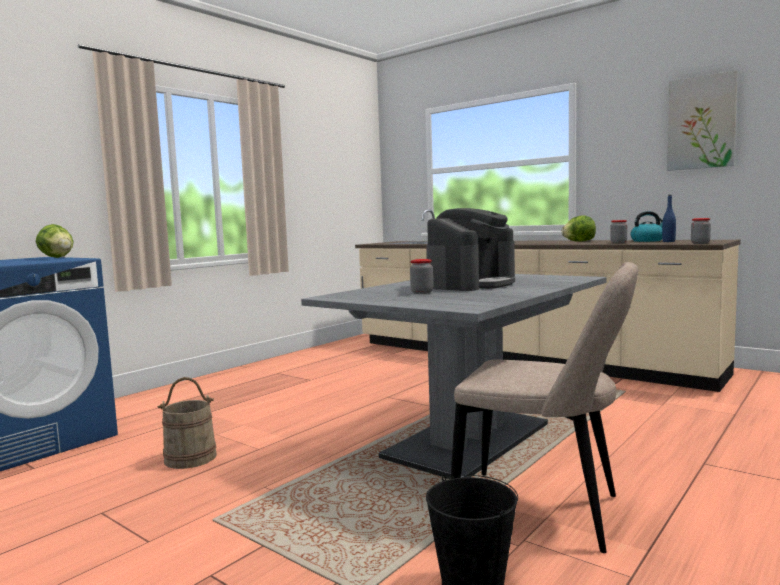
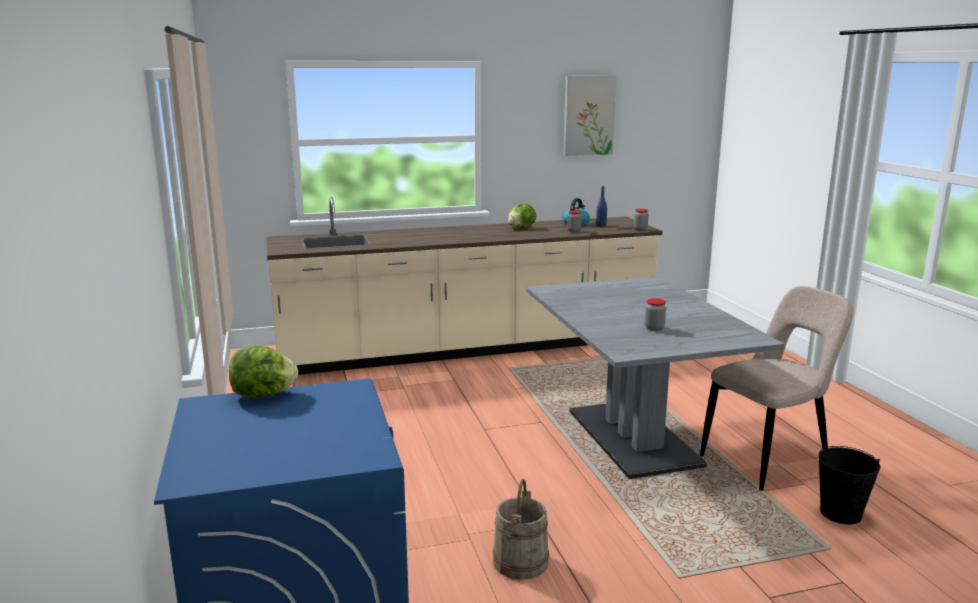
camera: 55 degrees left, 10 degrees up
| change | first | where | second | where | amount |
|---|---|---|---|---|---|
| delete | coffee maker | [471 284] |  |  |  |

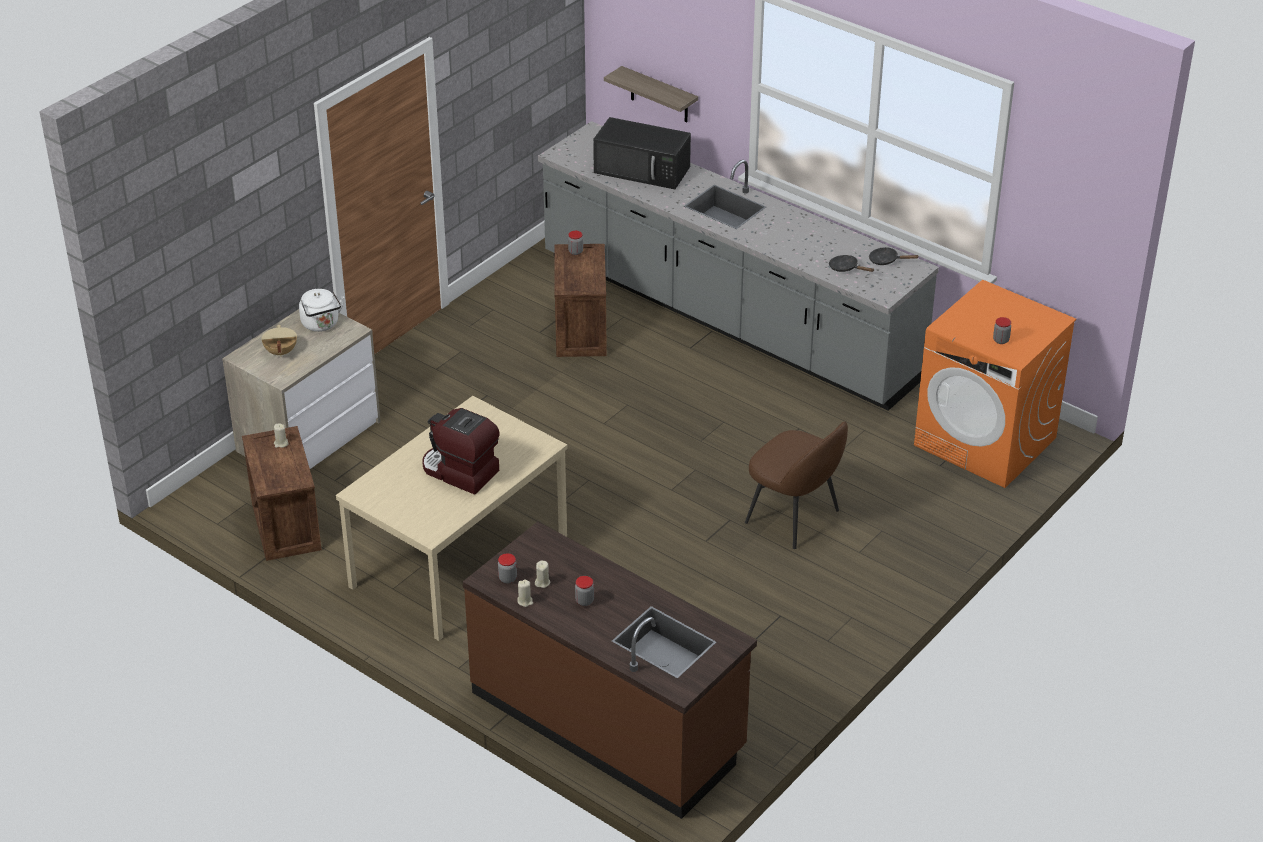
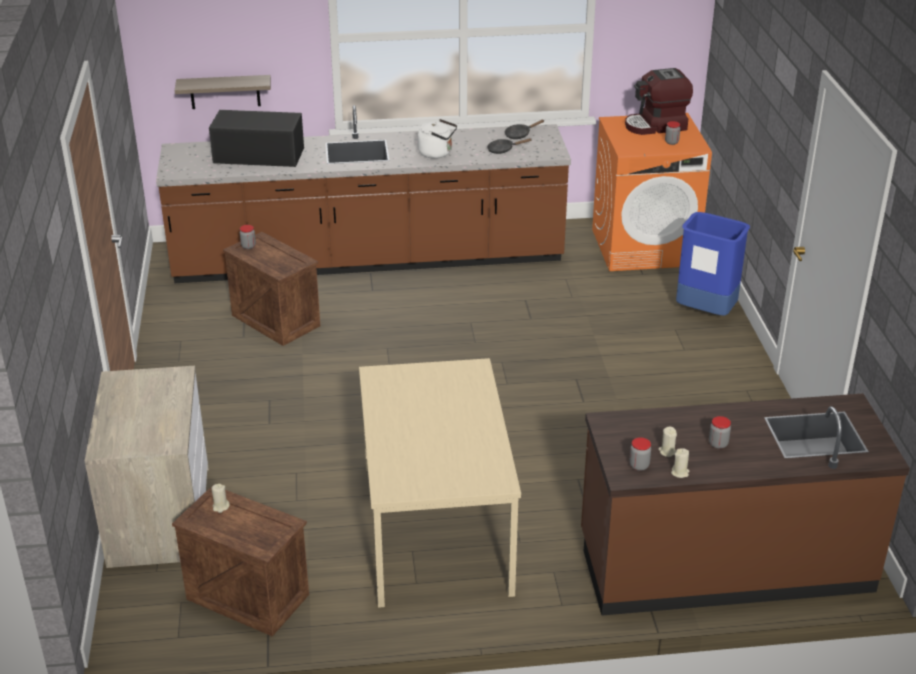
camera: 45 degrees left, 5 degrees down
| change | first | where | second | where | amount |
|---|---|---|---|---|---|
| rotate | black microwave oven | [643 170] |  | [257 155] | 150 degrees counterclockwise |
| recolor | greyish kitchen base unit | [727 318] | brown-coloured kitchen base unit | [369 260] |  |
| move | white kettle | [321 325] |  | [437 153] |  |
| delete | beige saucepot | [280 352] |  |  |  |
| move | coffee maker | [459 472] |  | [656 126] |  |
| delete | brown-coloured plain chair | [794 518] |  |  |  |
| insert |  |  | blue-coloured rubbish bin | [705 312] |  |

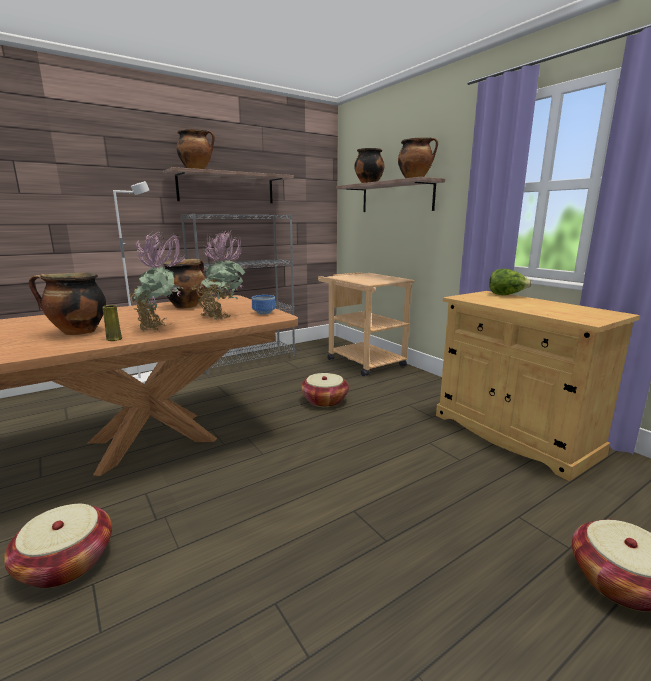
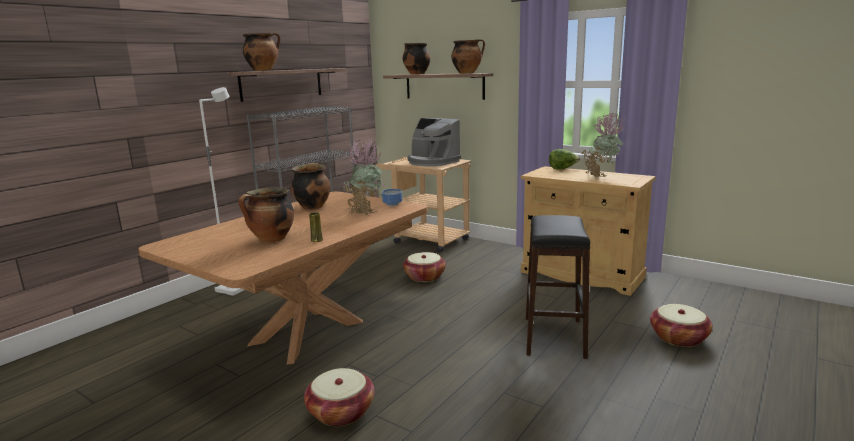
camera: 20 degrees left, 0 degrees up
| change | first | where | second | where | amount |
|---|---|---|---|---|---|
| move | plant in a pot | [162 329] |  | [601 176] |  |
| insert |  |  | coffee maker | [432 162] |  |
| insert |  |  | black stool seat | [554 337] |  |

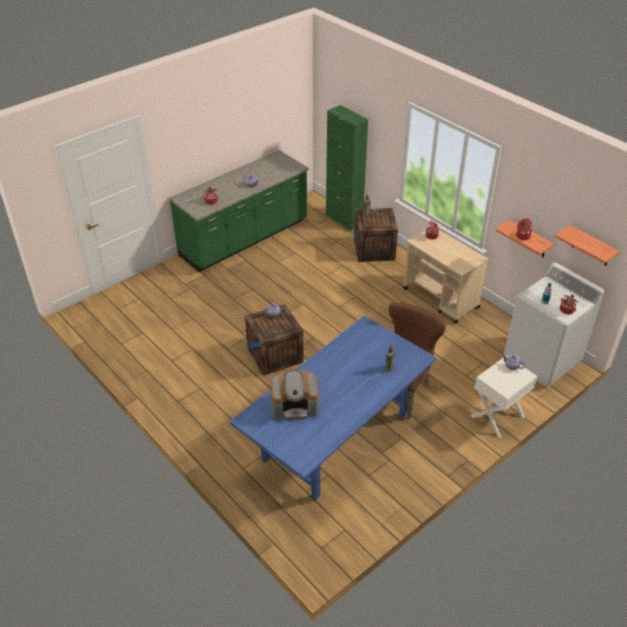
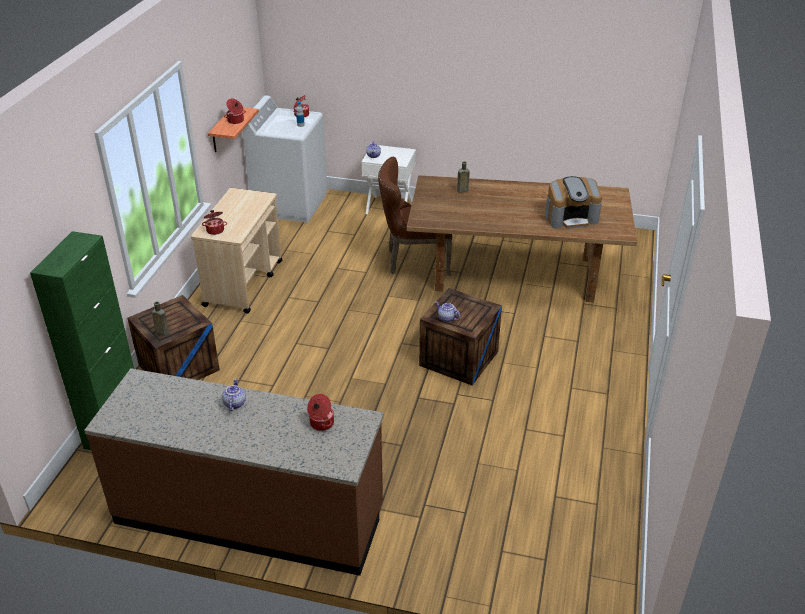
camera: 125 degrees left, 5 degrees down
| change | first | where | second | where | amount |
|---|---|---|---|---|---|
| recolor | green-coloured kitchen base unit | [244 239] | brown-coloured kitchen base unit | [250 515] |  |
| delete | bracket shelf | [591 246] |  |  |  |
| recolor | blue-coloured kitchen table | [335 437] | brown-coloured kitchen table | [516 274] |  |
| rotate | coffee maker | [295 405] |  | [571 217] | 120 degrees clockwise |

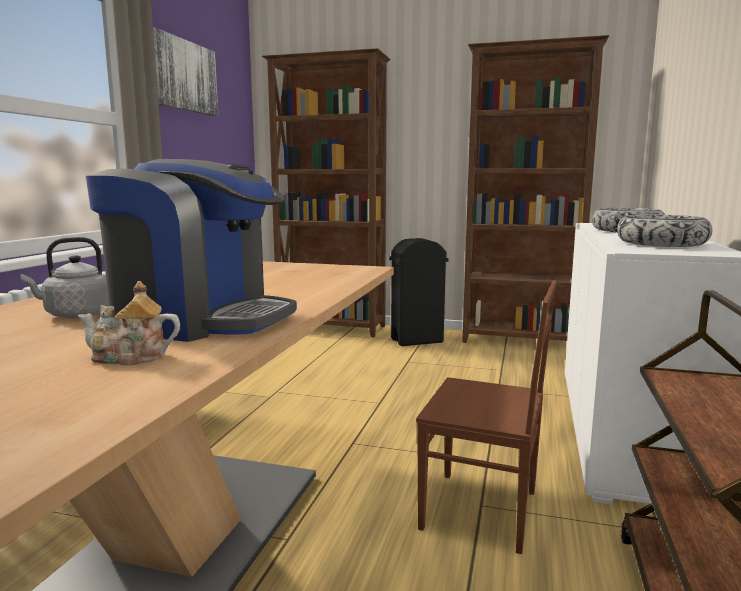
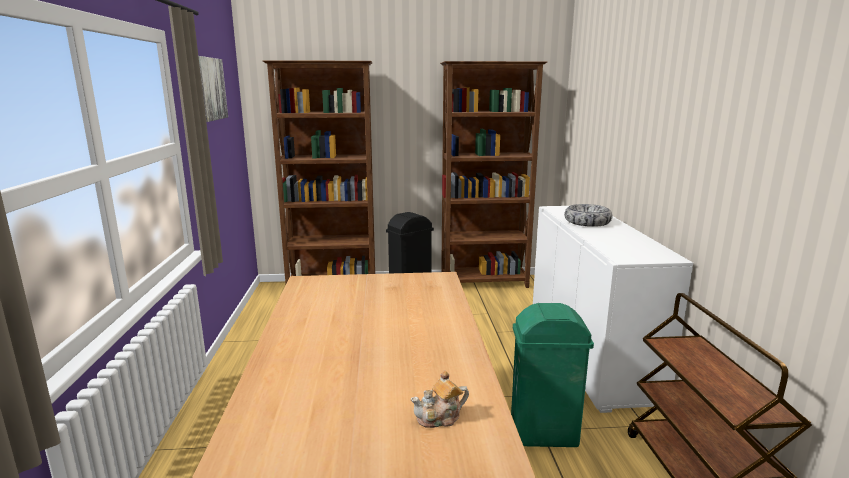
camera: 20 degrees left, 5 degrees up
| change | first | where | second | where | amount |
|---|---|---|---|---|---|
| delete | coffee maker | [199 320] |  |  |  |
| delete | serving bowl | [661 244] |  |  |  |
| delete | greyish kettle | [75 315] |  |  |  |
| replace | brown-coloured plain chair | [481 511] | green-coloured rubbish bin | [544 435] |  |

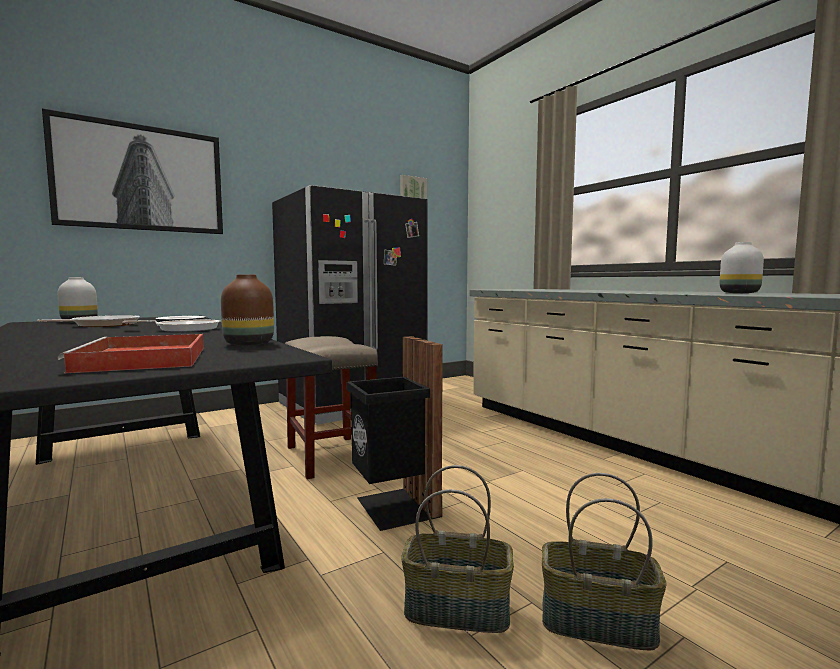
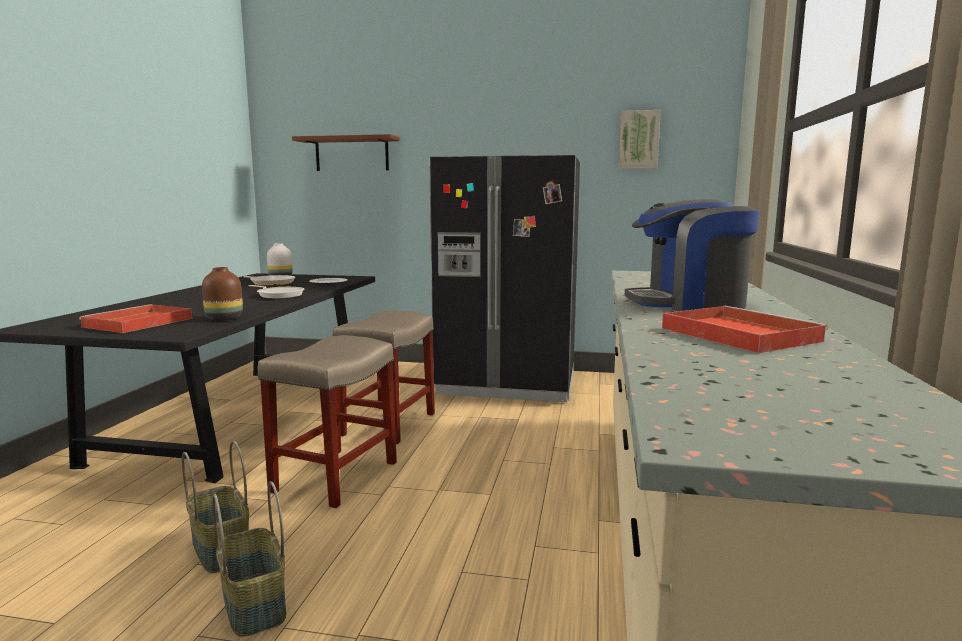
camera: 45 degrees right, 5 degrees up
| change | first | where | second | where | amount |
|---|---|---|---|---|---|
| replace | picture | [141 178] | brown-coloured bracket shelf | [352 154] |  |
| replace | white decorative vase | [738 293] | red-coloured serving tray | [736 334] |  |
| replace | black rubbish bin | [393 508] | beige stool seat | [334 477] |  |
| insert |  |  | coffee maker | [688 303] |  |

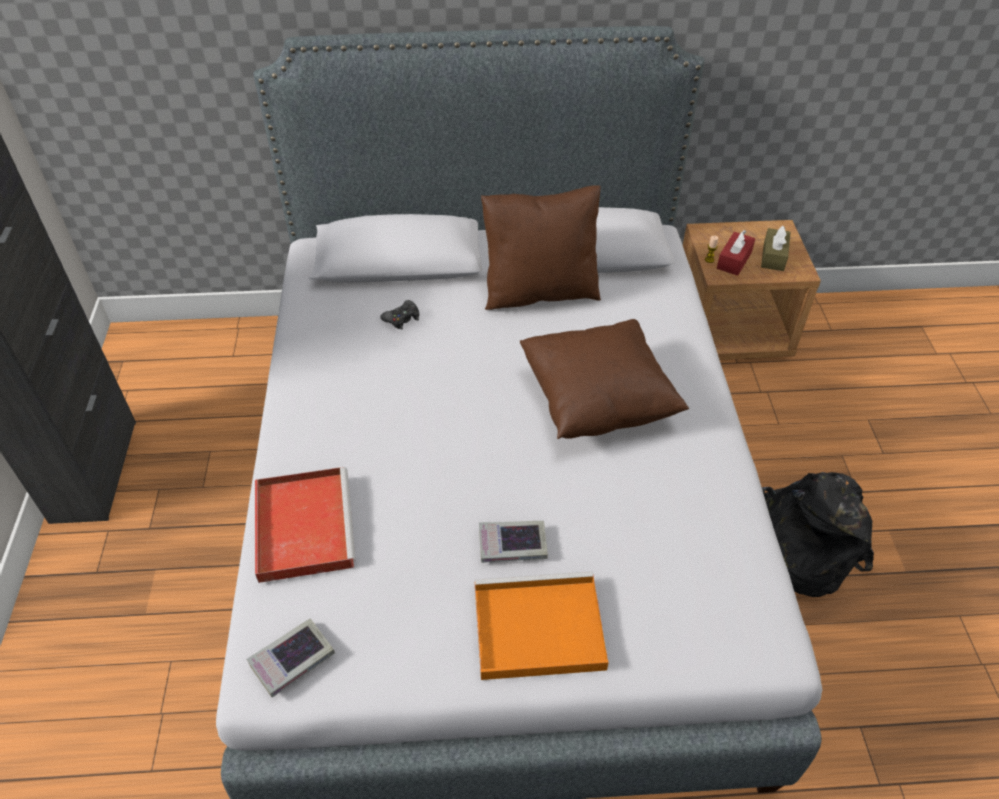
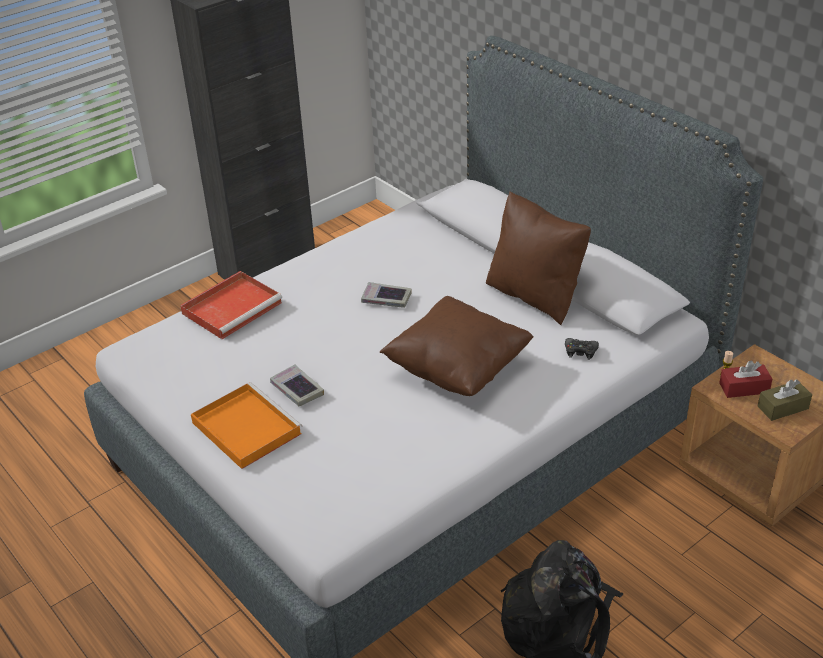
camera: 55 degrees right, 10 degrees down
| change | first | where | second | where | amount |
|---|---|---|---|---|---|
| move | black gamepad | [402 318] |  | [580 351] |  |
| move | book | [292 660] |  | [386 299] |  |

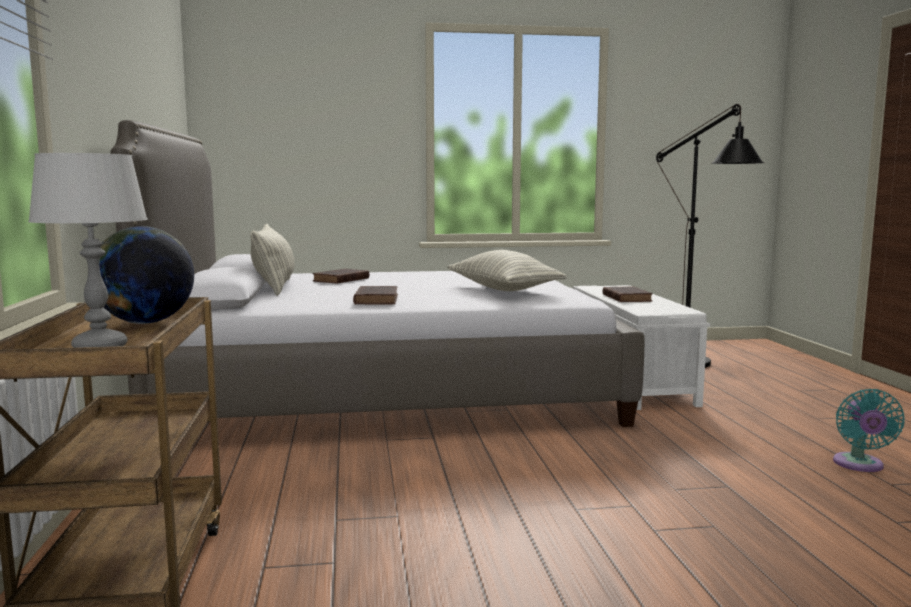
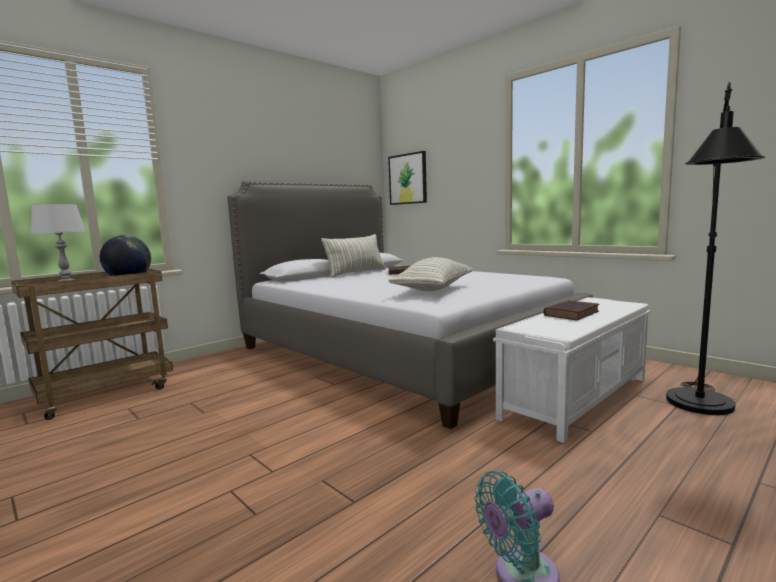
camera: 55 degrees right, 0 degrees up
| change | first | where | second | where | amount |
|---|---|---|---|---|---|
| delete | brown-coloured book | [376 299] |  |  |  |
| insert |  |  | picture | [408 179] |  |

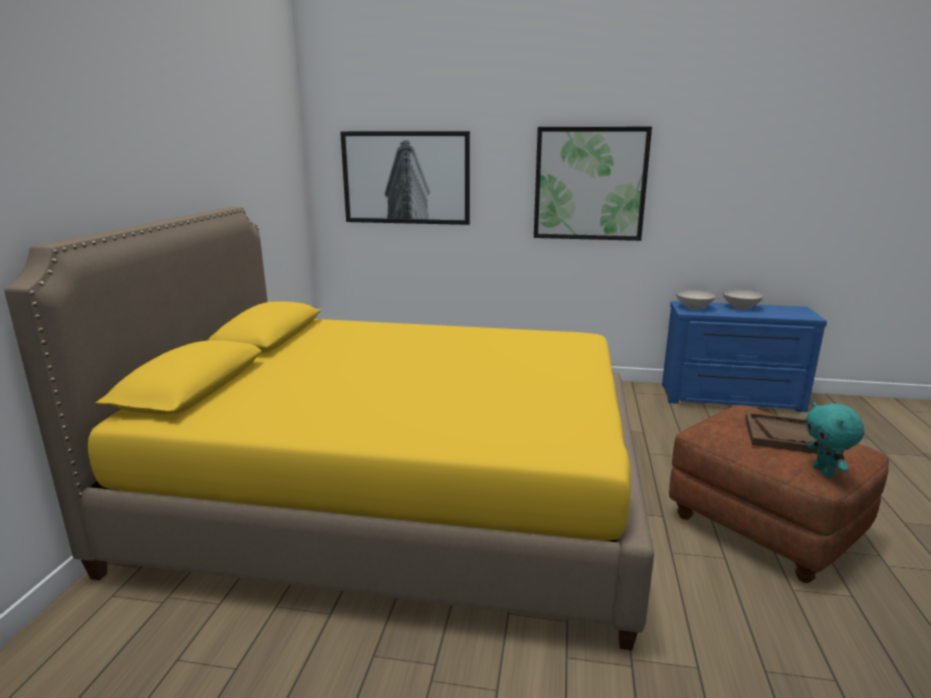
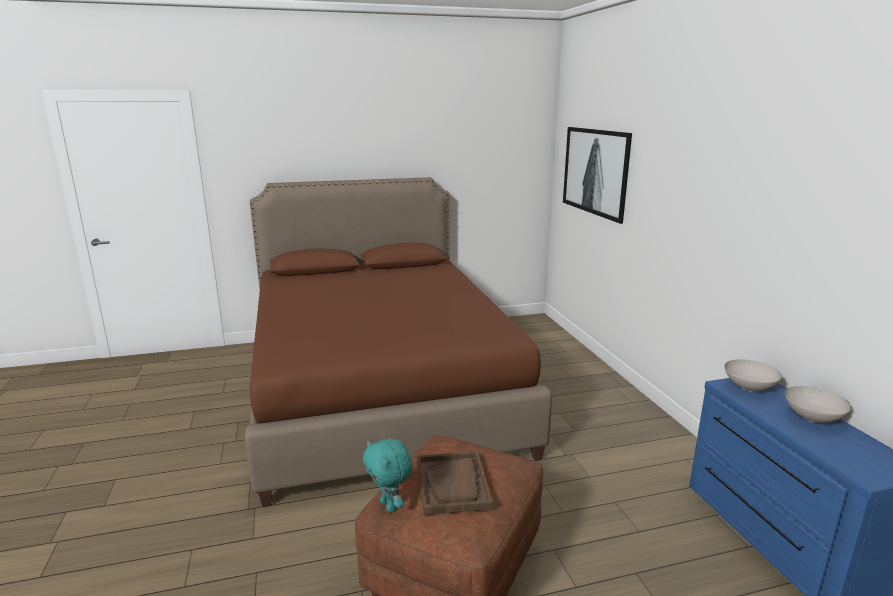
camera: 65 degrees right, 0 degrees up
| change | first | where | second | where | amount |
|---|---|---|---|---|---|
| delete | picture | [590 184] |  |  |  |
| recolor | yellow-coloured sleeping bed | [395 499] | brown-coloured sleeping bed | [379 390] |  |
| rotate | turquoise cuddly toy | [824 472] |  | [389 506] | 90 degrees counterclockwise |

